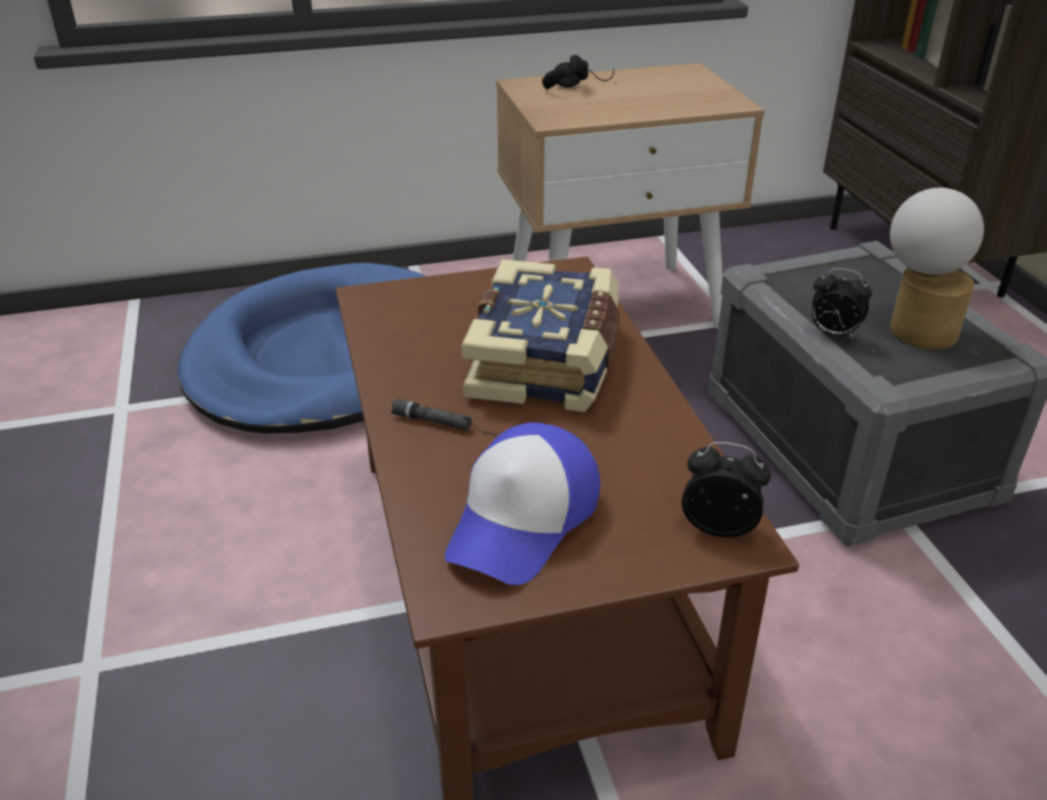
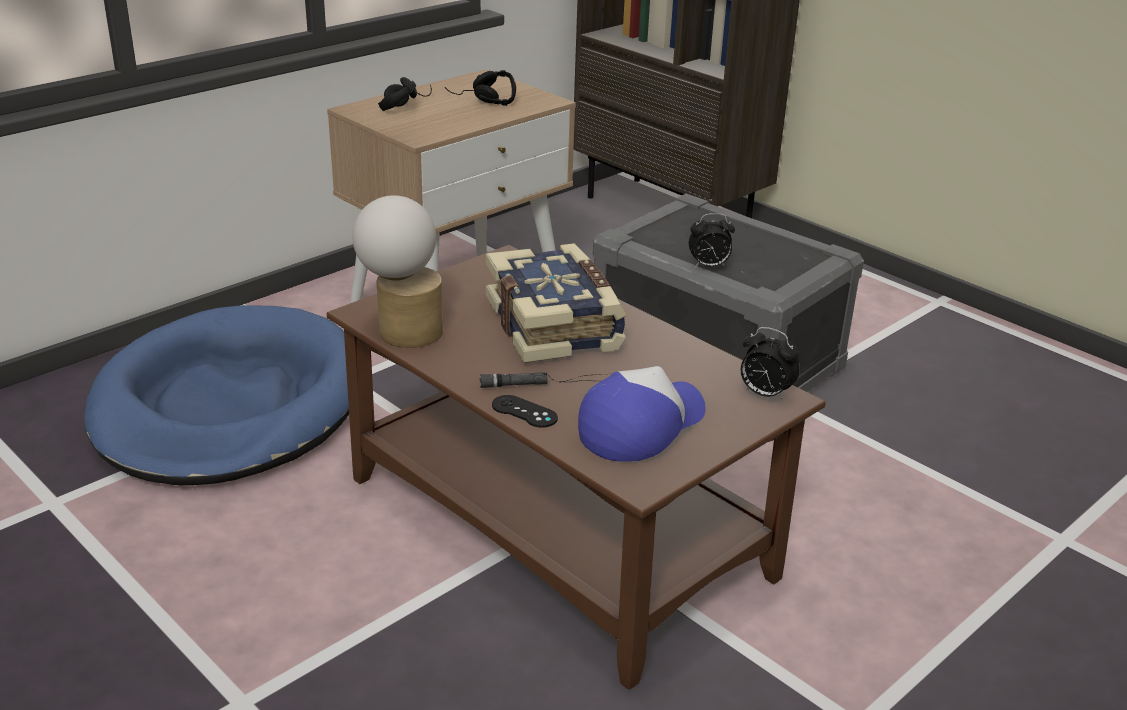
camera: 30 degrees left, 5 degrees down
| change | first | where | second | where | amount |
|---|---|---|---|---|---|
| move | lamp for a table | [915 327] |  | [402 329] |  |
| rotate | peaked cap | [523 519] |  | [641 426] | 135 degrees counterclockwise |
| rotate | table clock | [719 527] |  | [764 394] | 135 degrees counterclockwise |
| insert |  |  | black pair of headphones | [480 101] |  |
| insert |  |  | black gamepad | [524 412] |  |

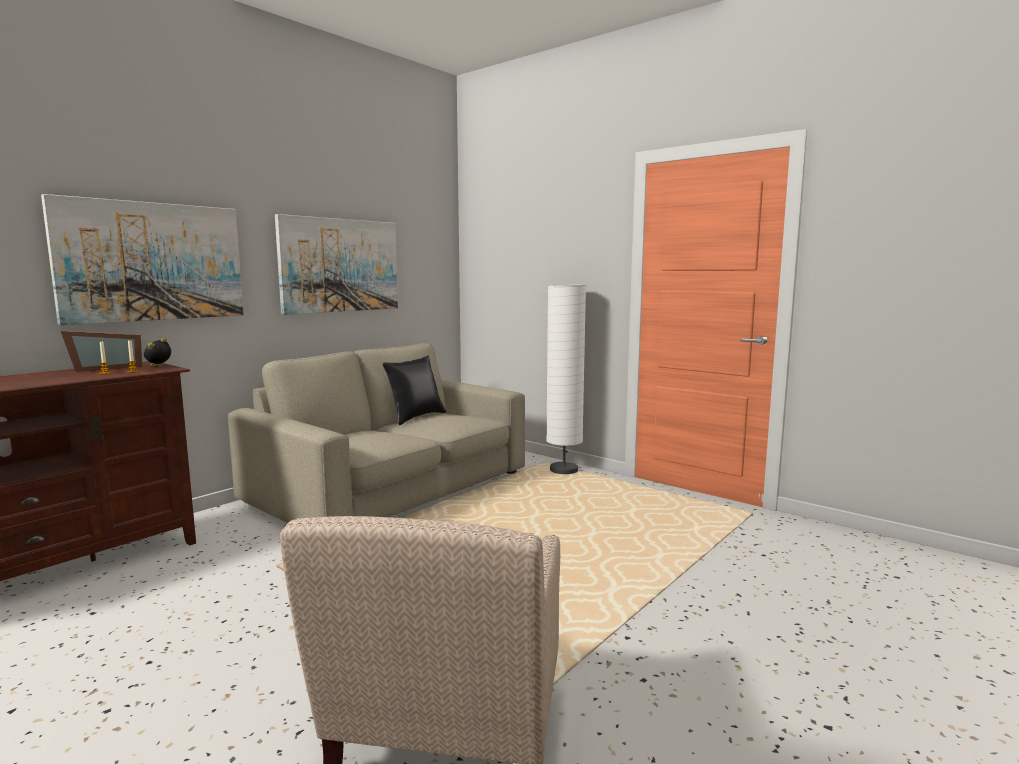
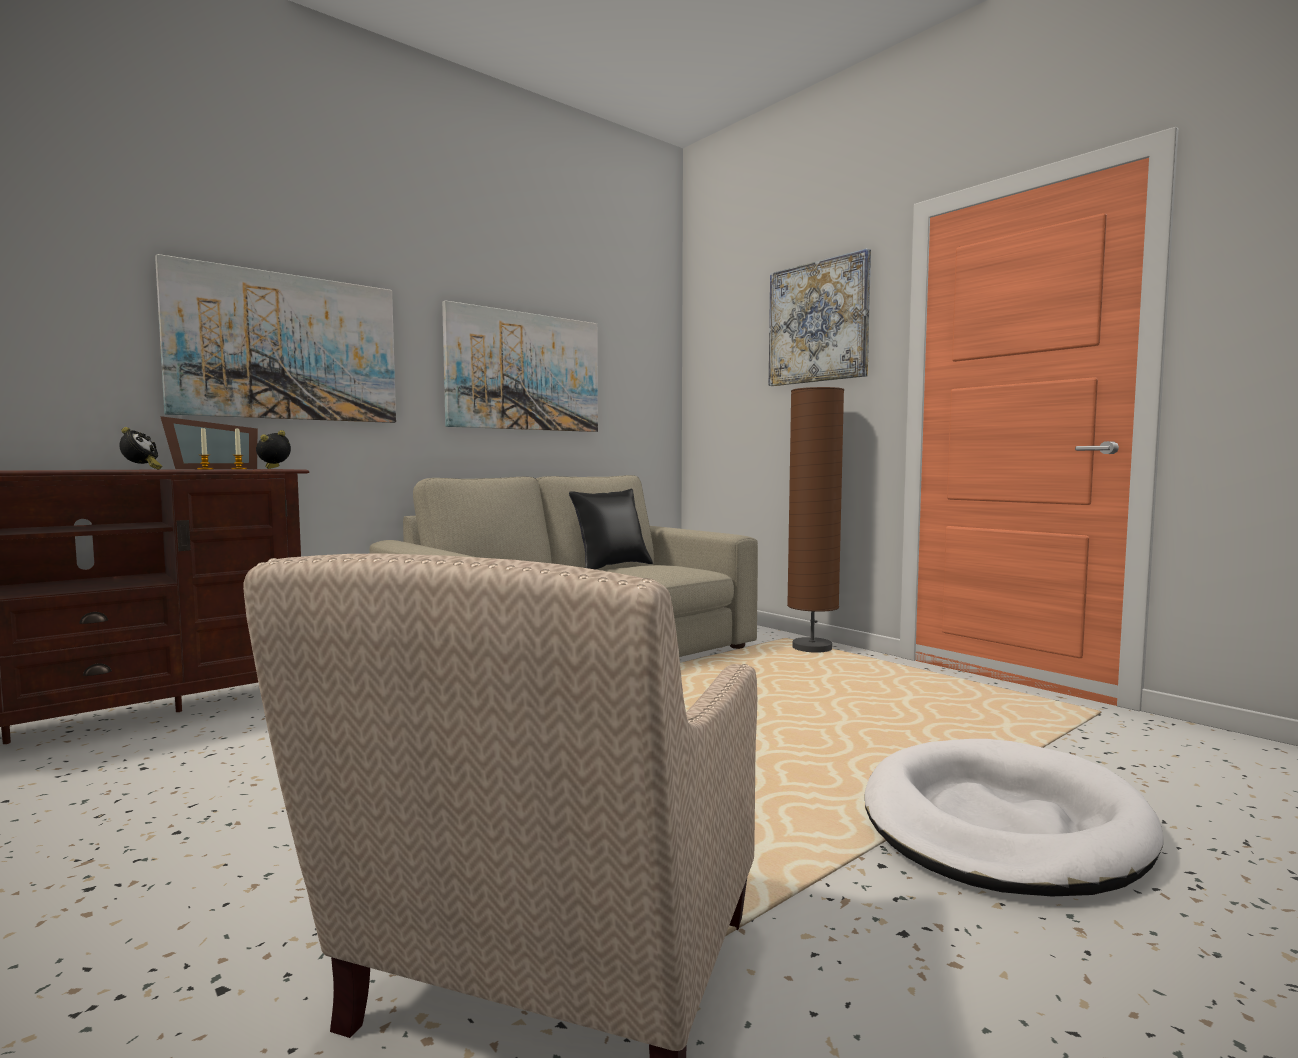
camera: 10 degrees right, 5 degrees down
| change | first | where | second | where | amount |
|---|---|---|---|---|---|
| recolor | white standard lamp | [564 470] | brown-coloured standard lamp | [812 649] |  |
| insert |  |  | picture | [818 322] |  |
| insert |  |  | table clock | [141 469] |  |
| insert |  |  | white dog bed | [1002 825] |  |

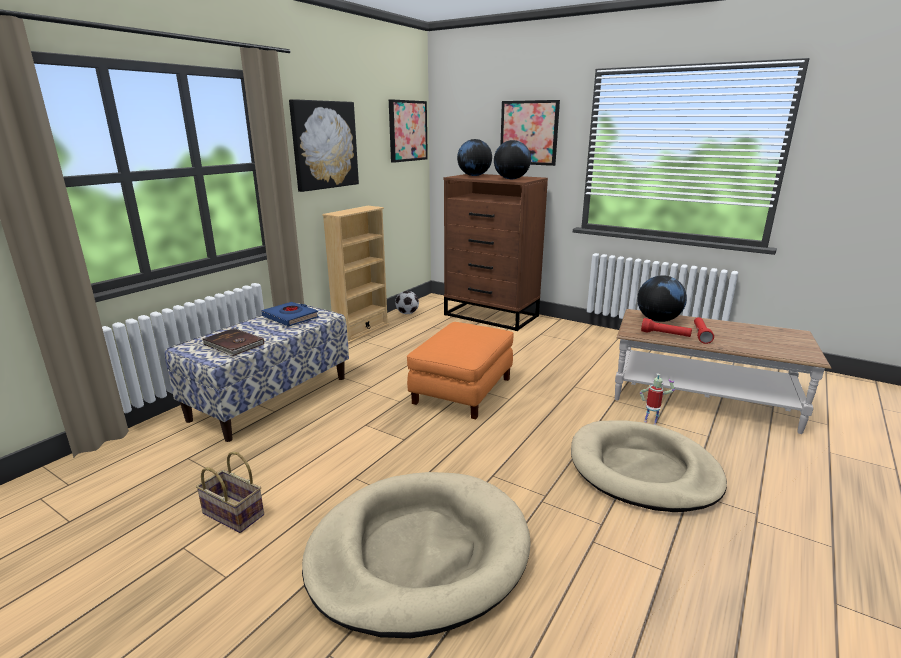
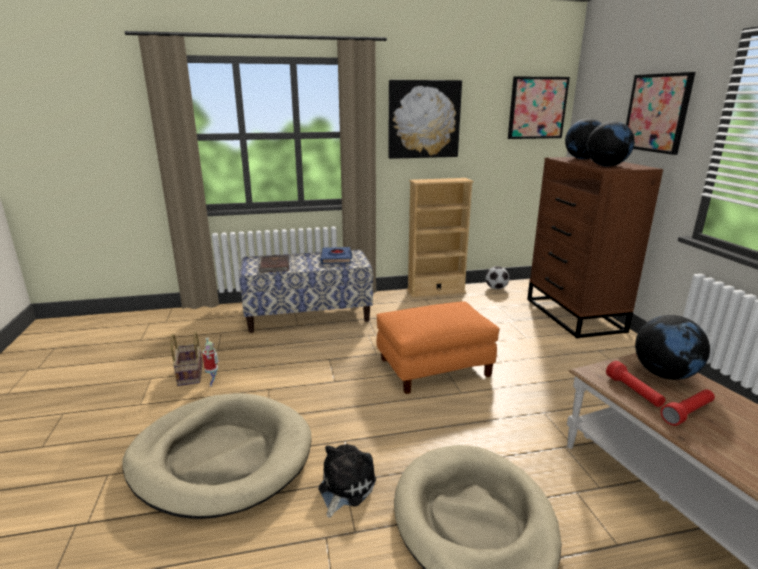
camera: 45 degrees right, 0 degrees up
| change | first | where | second | where | amount |
|---|---|---|---|---|---|
| move | toy robot | [651 422] |  | [213 383] |  |
| insert |  |  | cuddly toy | [344 487] |  |

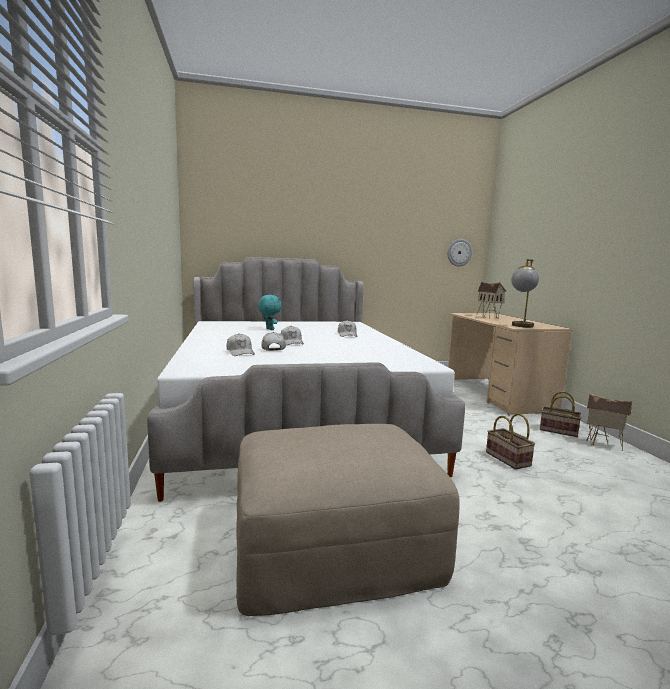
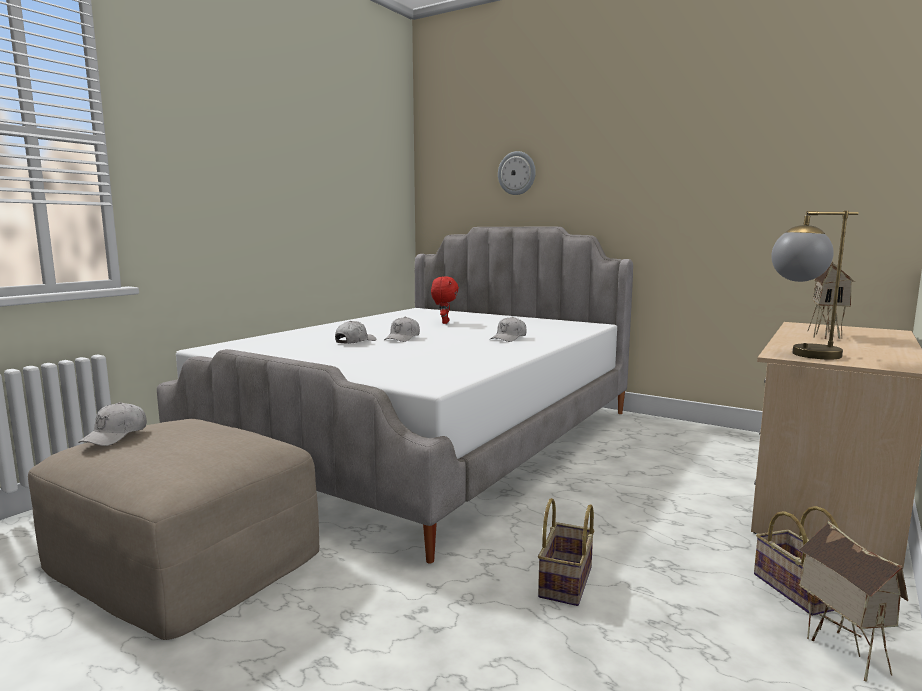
camera: 45 degrees right, 0 degrees up
| change | first | where | second | where | amount |
|---|---|---|---|---|---|
| move | wall clock | [459 252] |  | [517 173] |  |
| recolor | turquoise cuddly toy | [269 329] | red-coloured cuddly toy | [444 322] |  |
| move | white peaked cap | [240 352] |  | [115 435] |  |

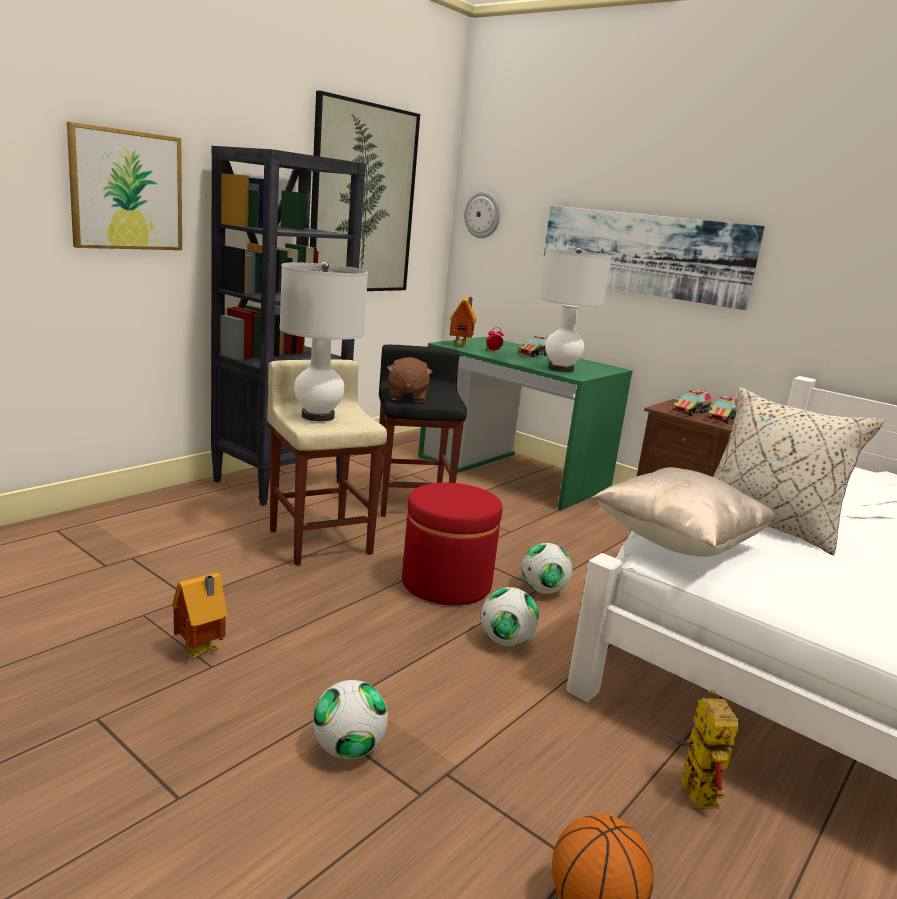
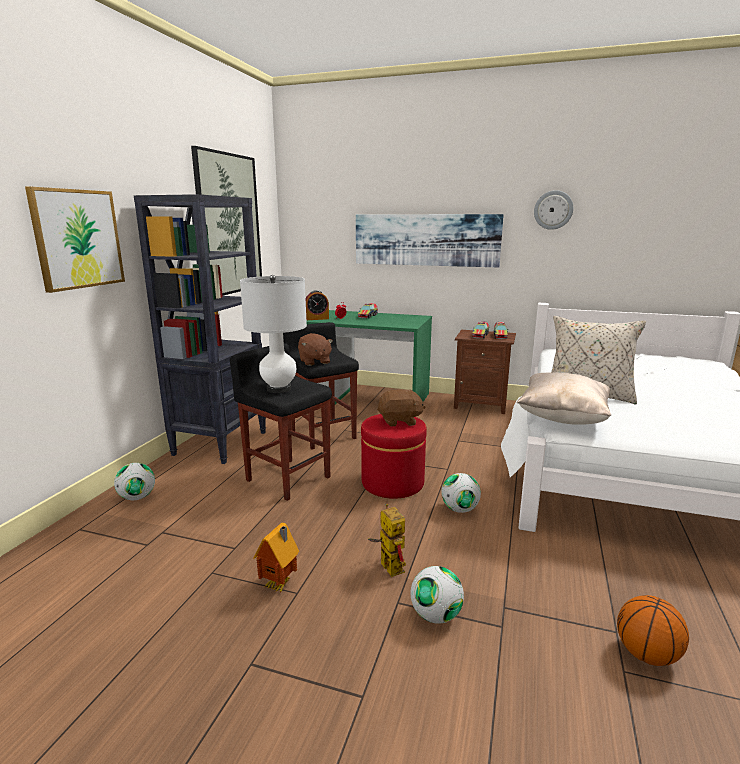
camera: 20 degrees left, 0 degrees up
| change | first | where | second | where | amount |
|---|---|---|---|---|---|
| move | wall clock | [482 215] |  | [553 210] |  |
| delete | white lamp for a table | [561 369] |  |  |  |
| replace | toy house | [461 345] | table clock | [317 318] |  |
| recolor | beige stool seat | [320 541] | black stool seat | [287 478] |  |
| move | football | [543 590] |  | [137 497] |  |
| move | toy robot | [691 787] |  | [387 565] |  |
| insert |  |  | brown-coloured cuddly toy | [400 421] |  |

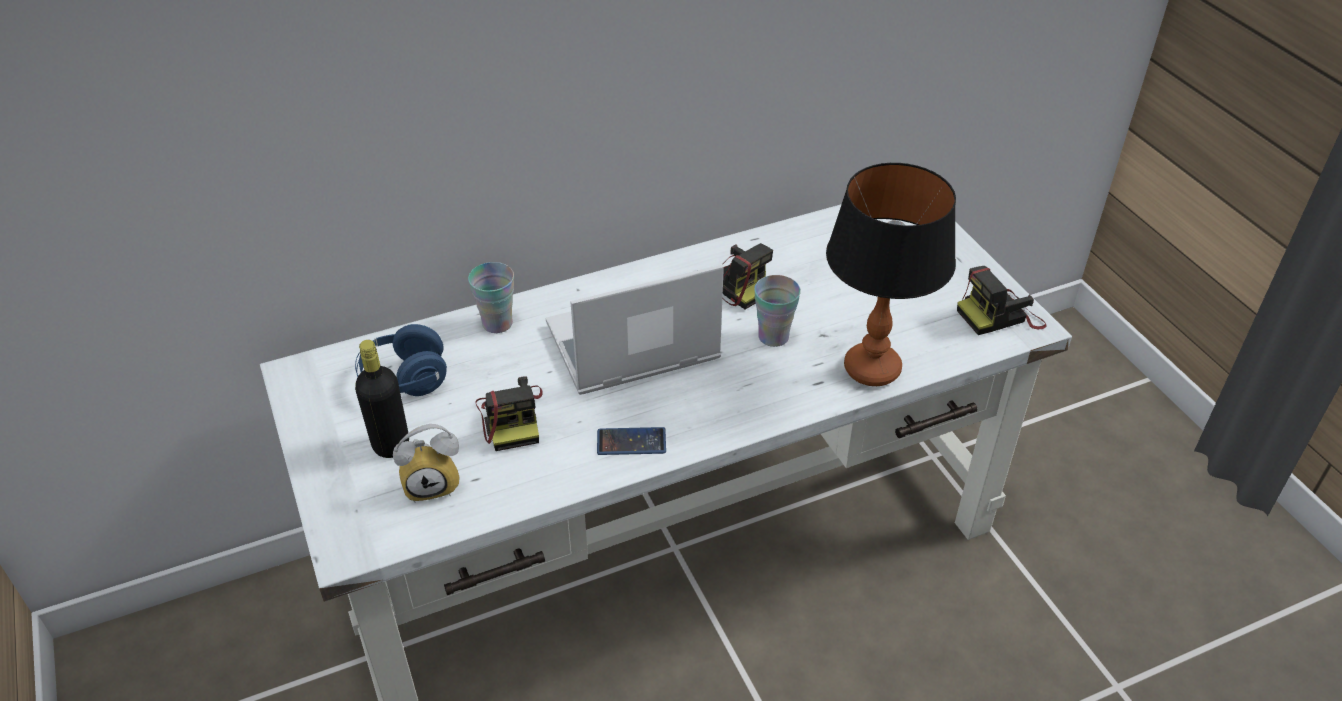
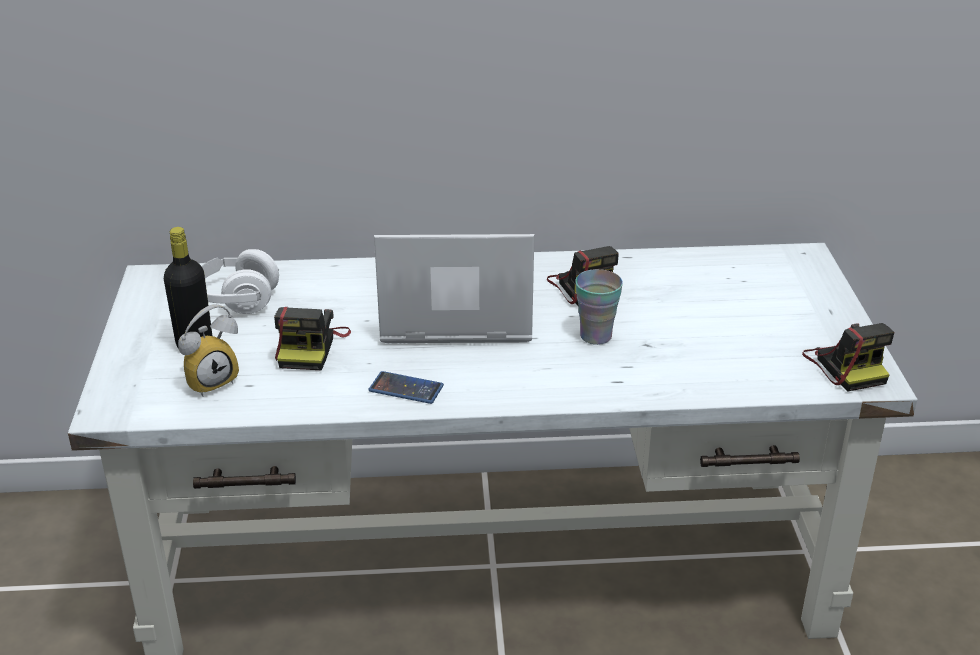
camera: 20 degrees right, 10 degrees down
| change | first | where | second | where | amount |
|---|---|---|---|---|---|
| delete | lamp for a table | [872 368] |  |  |  |
| delete | small cup | [497 323] |  |  |  |
| rotate | photo camera | [1000 315] |  | [846 366] | 105 degrees counterclockwise |
| recolor | blue-coloured pair of headphones | [404 380] | white pair of headphones | [237 301] |  |
| rotate | table clock | [433 483] |  | [211 380] | 45 degrees counterclockwise |

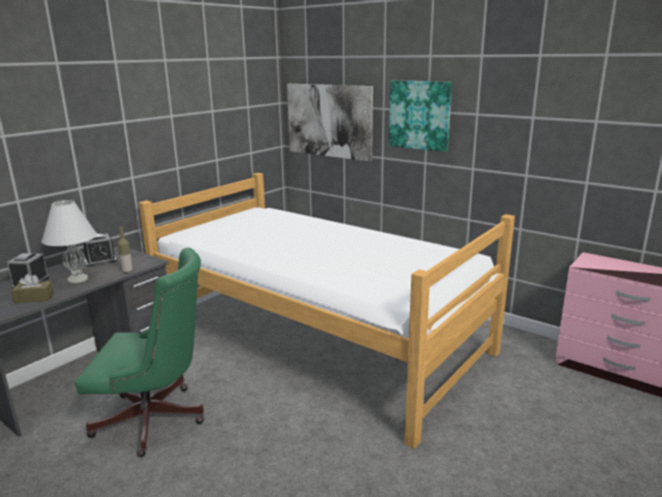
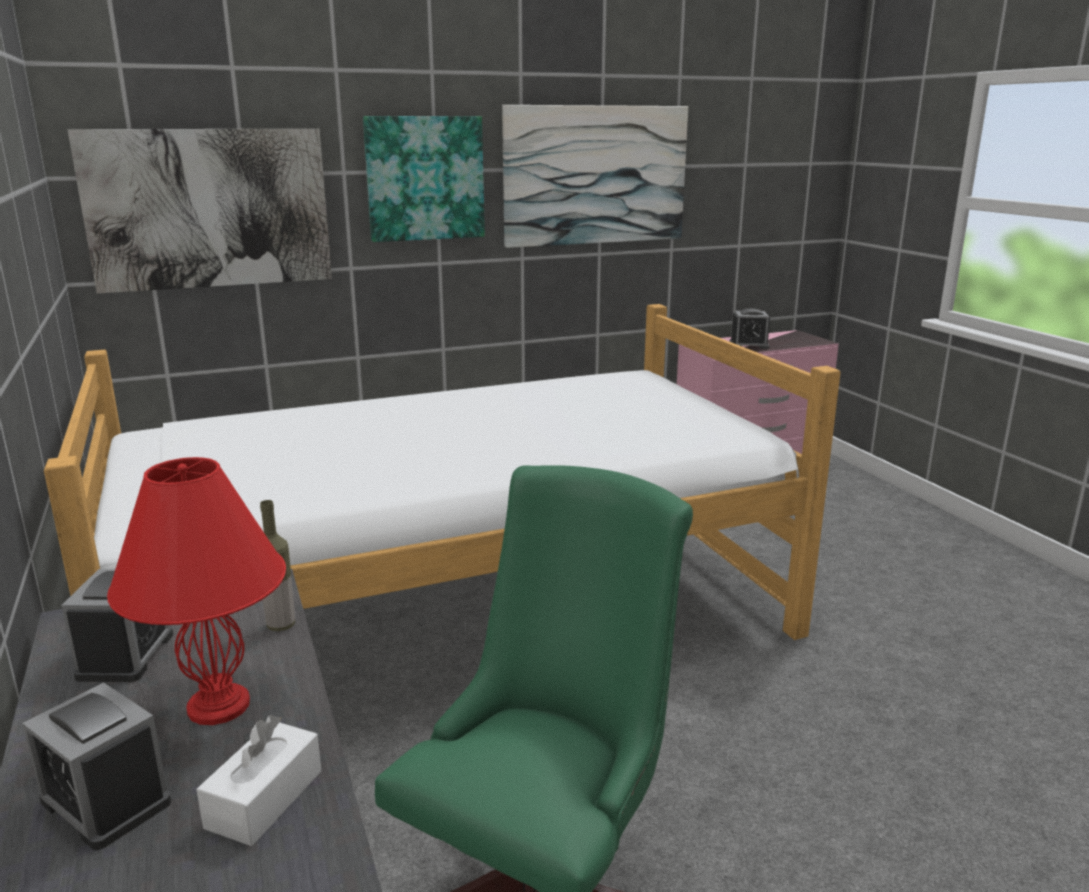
camera: 60 degrees left, 0 degrees up
| change | first | where | second | where | amount |
|---|---|---|---|---|---|
| recolor | white lamp for a table | [77 279] | red-coloured lamp for a table | [217 706] |  |
| recolor | brown-coloured tissue holder | [34 298] | white tissue holder | [264 799] |  |
| insert |  |  | picture | [595 175] |  |
| insert |  |  | table clock | [749 345] |  |

